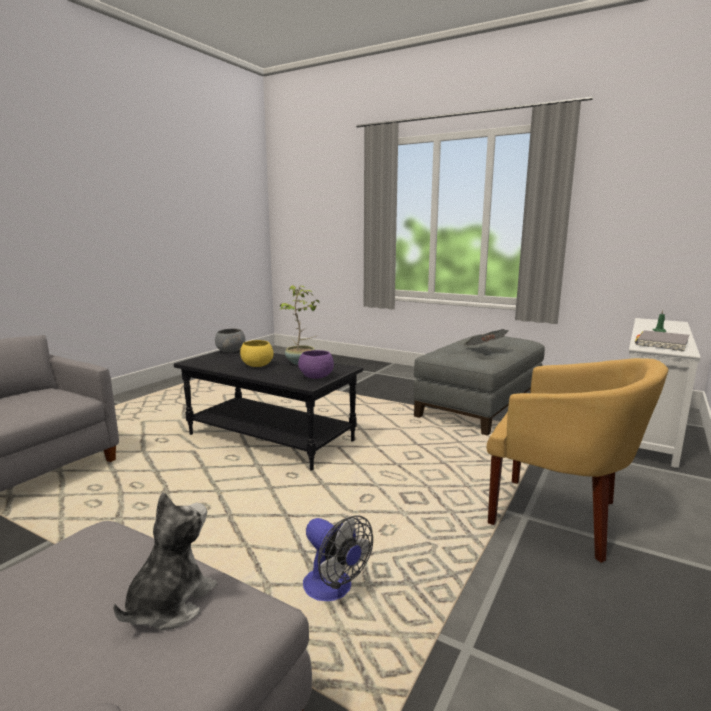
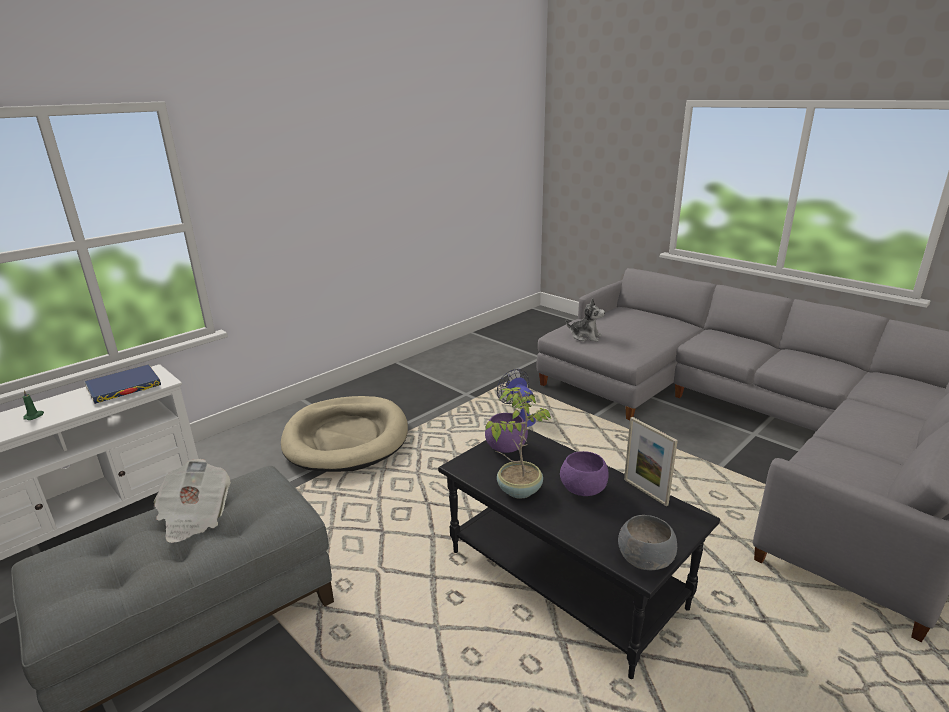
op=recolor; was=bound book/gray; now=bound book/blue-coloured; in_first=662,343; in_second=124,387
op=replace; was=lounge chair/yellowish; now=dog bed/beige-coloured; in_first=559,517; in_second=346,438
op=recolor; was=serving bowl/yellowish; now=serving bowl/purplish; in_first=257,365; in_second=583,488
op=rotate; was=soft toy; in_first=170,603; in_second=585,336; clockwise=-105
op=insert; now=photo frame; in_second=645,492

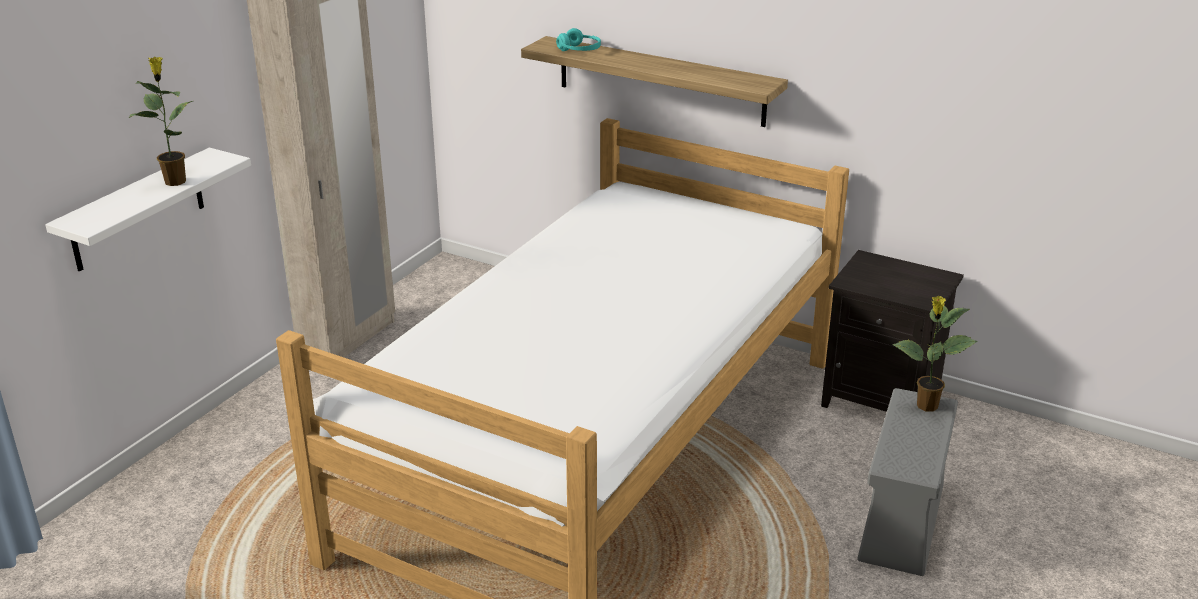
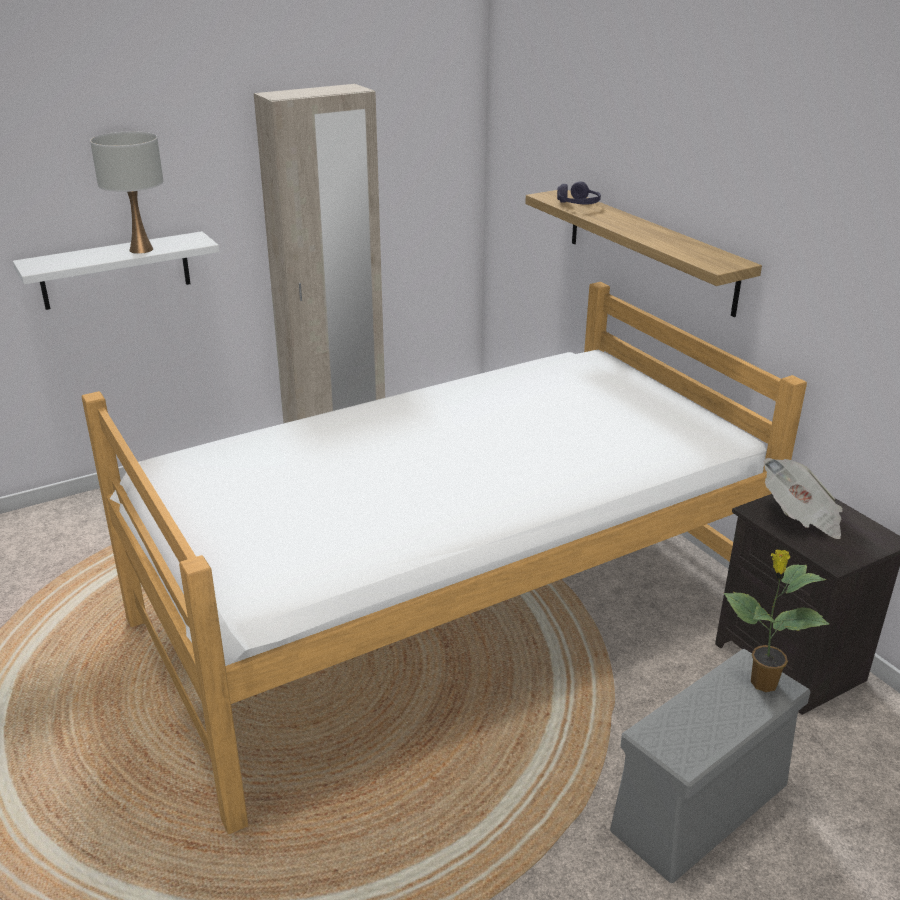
op=replace; was=plant in a pot; now=tabletop lamp/whitish; in_first=175,181; in_second=141,250
op=recolor; was=pair of headphones/turquoise; now=pair of headphones/purplish; in_first=579,50; in_second=578,204
op=insert; now=daily paper; in_second=800,517

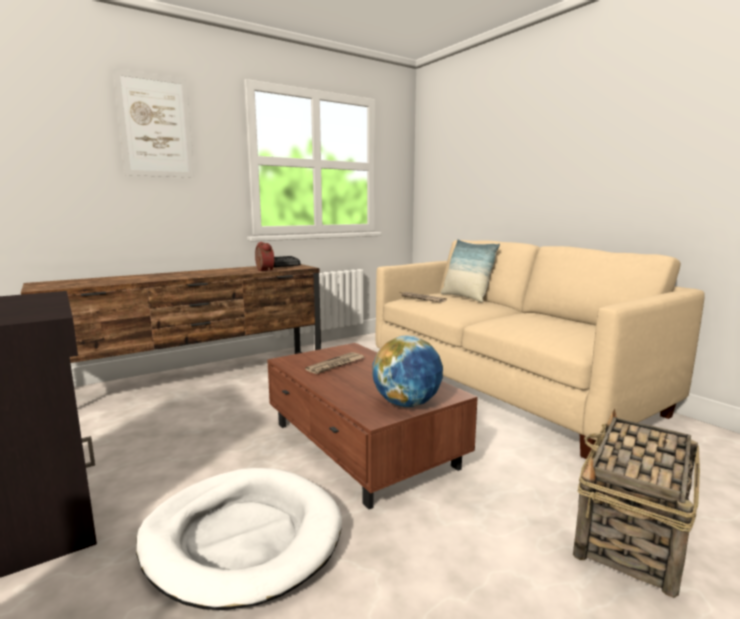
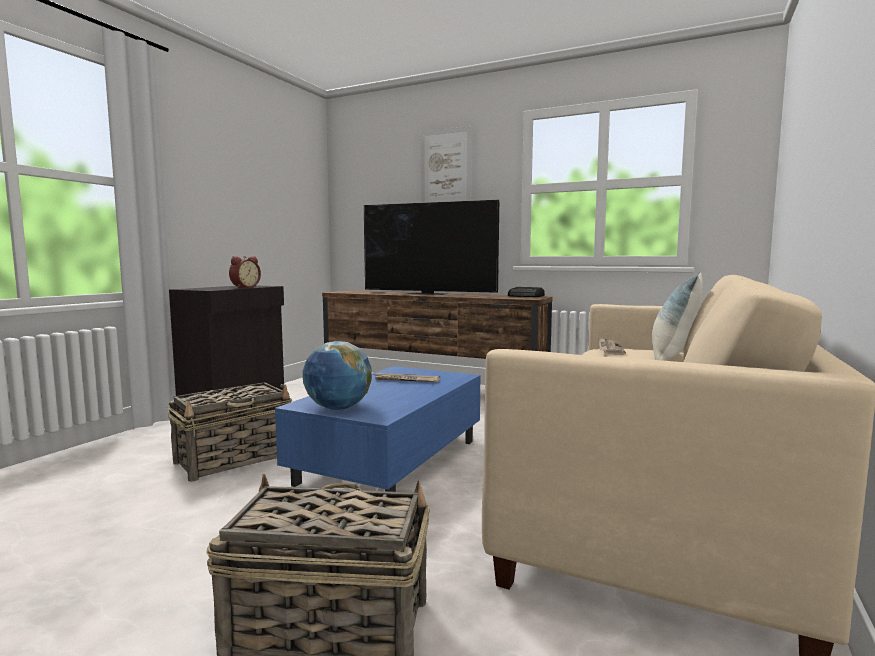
op=replace; was=dog bed/whitish; now=basket; in_first=242,538; in_second=235,459
op=move; was=alarm clock; in_first=263,270; in_second=244,287
op=recolor; was=lounge table/brownish; now=lounge table/blue-coloured; in_first=362,446; in_second=390,462
op=insert; now=TV; in_second=428,293

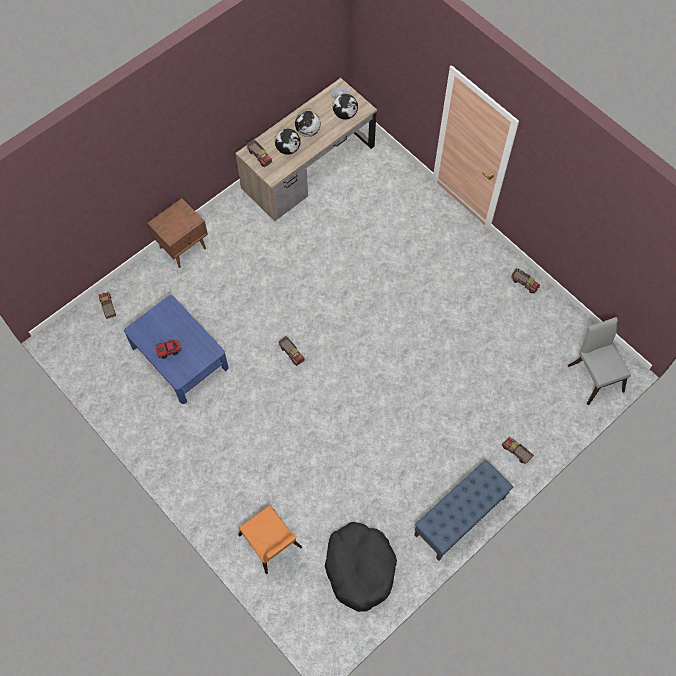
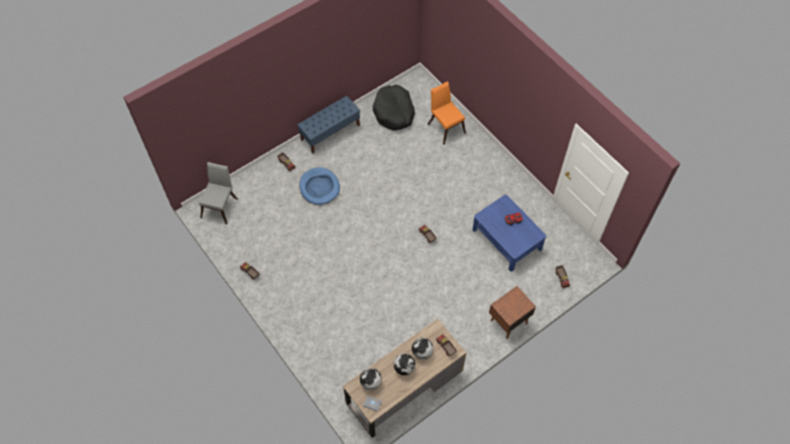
op=rotate; was=upright chair/gray; in_first=594,374; in_second=220,206; clockwise=-150
op=insert; now=dog bed/blue-coloured; in_second=319,187

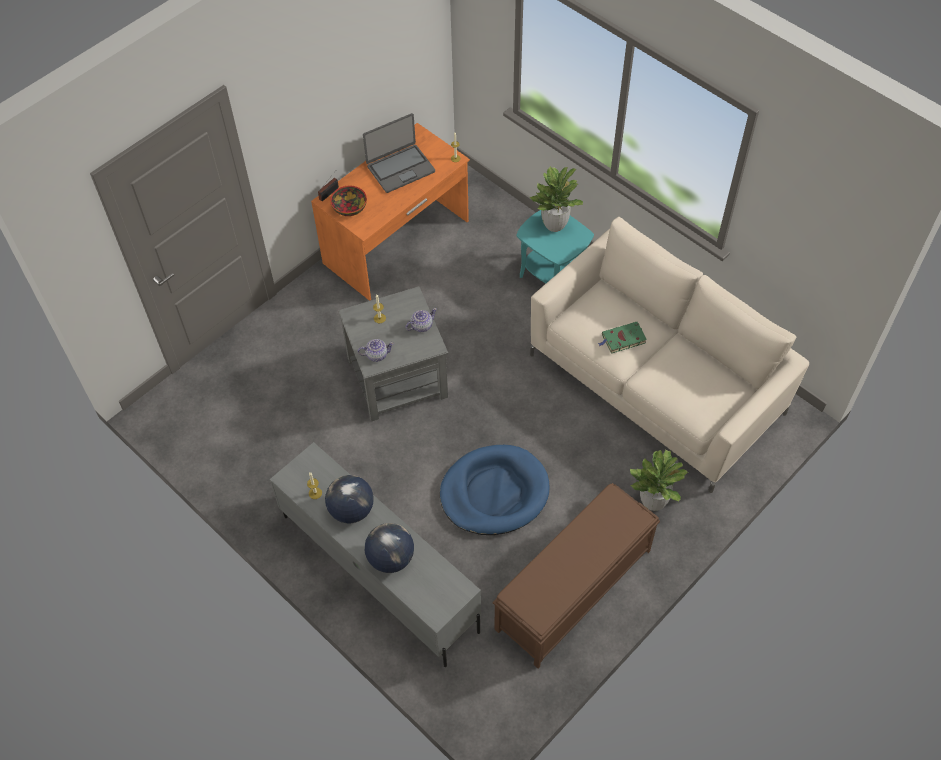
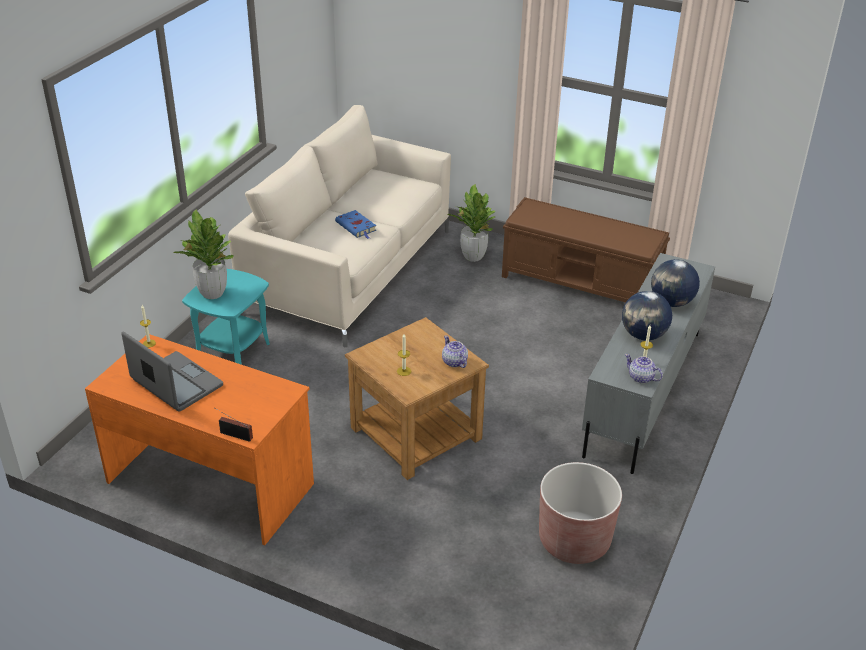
op=recolor; was=bound book/green-coloured; now=bound book/blue-coloured; in_first=622,339; in_second=356,227
op=recolor; was=accent table/gray; now=accent table/brownish; in_first=397,377; in_second=415,433
op=insert; now=planter/brownish; in_second=574,540
op=move; was=tea pot; in_first=421,326; in_second=641,378
op=delete; was=serving bowl; in_first=349,208
op=delete; was=dog bed/blue-coloured; in_first=494,492

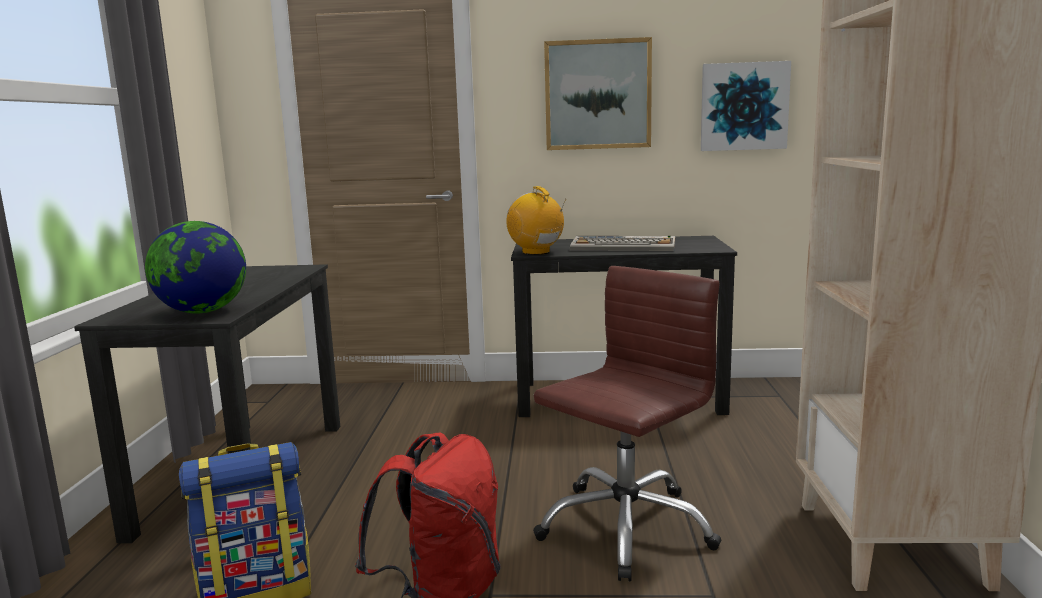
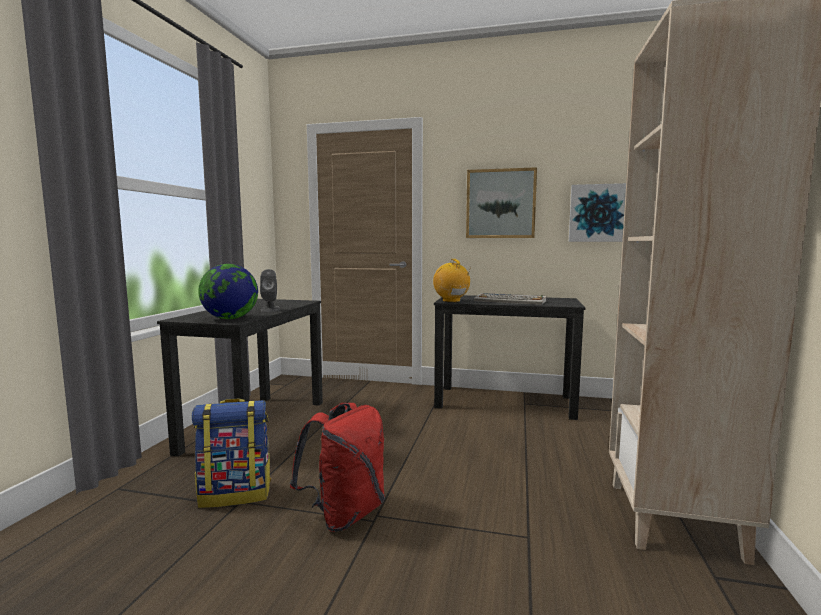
op=insert; now=speaker/gray; in_second=270,309
op=delete; was=computer chair/brownish; in_first=625,527

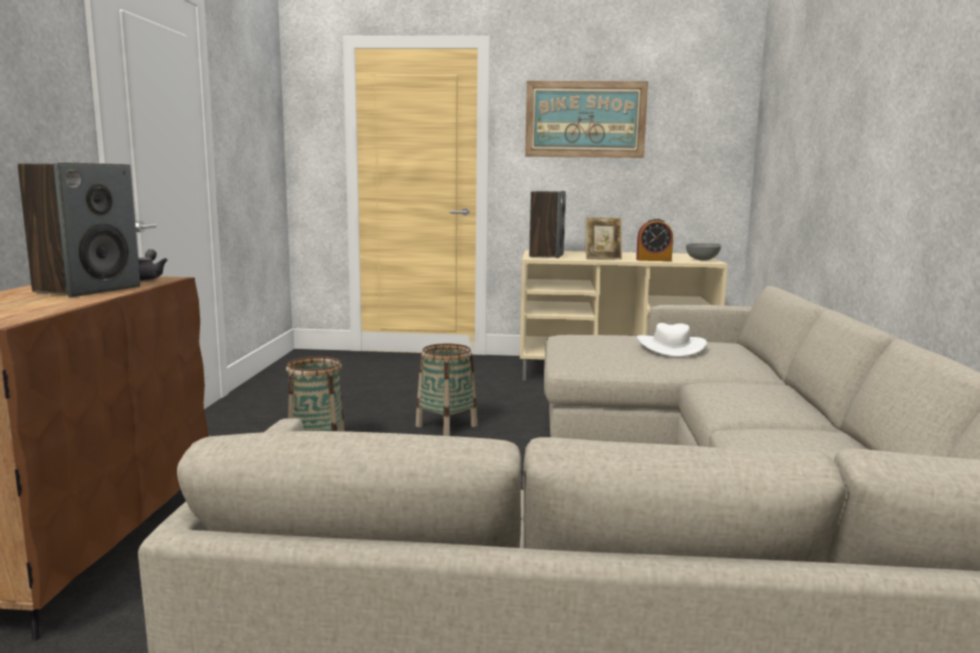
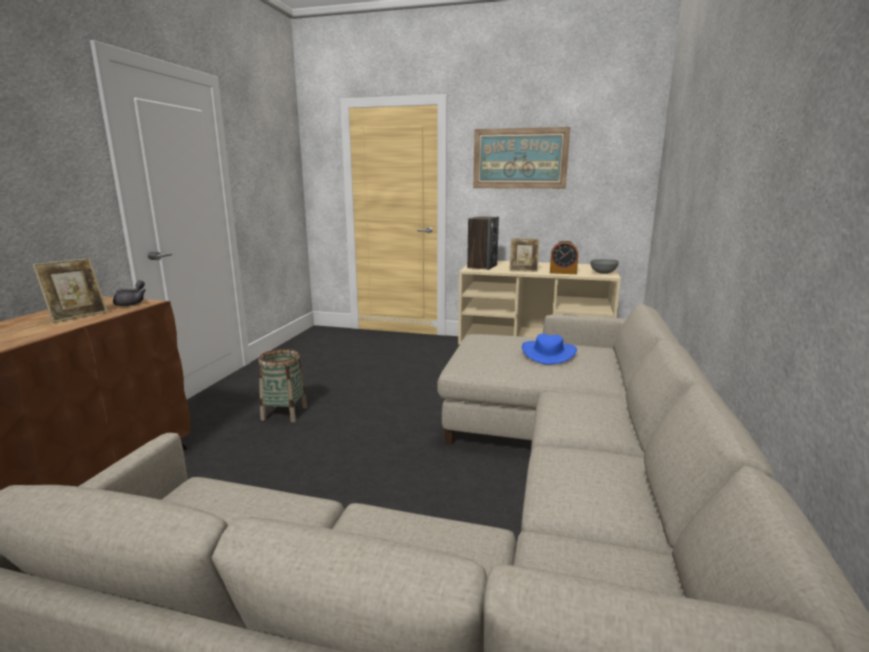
op=replace; was=speaker; now=photo frame; in_first=88,289; in_second=77,316
op=recolor; was=clothing hat/whitish; now=clothing hat/blue-coloured; in_first=671,347; in_second=548,353
op=delete; was=basket; in_first=446,426

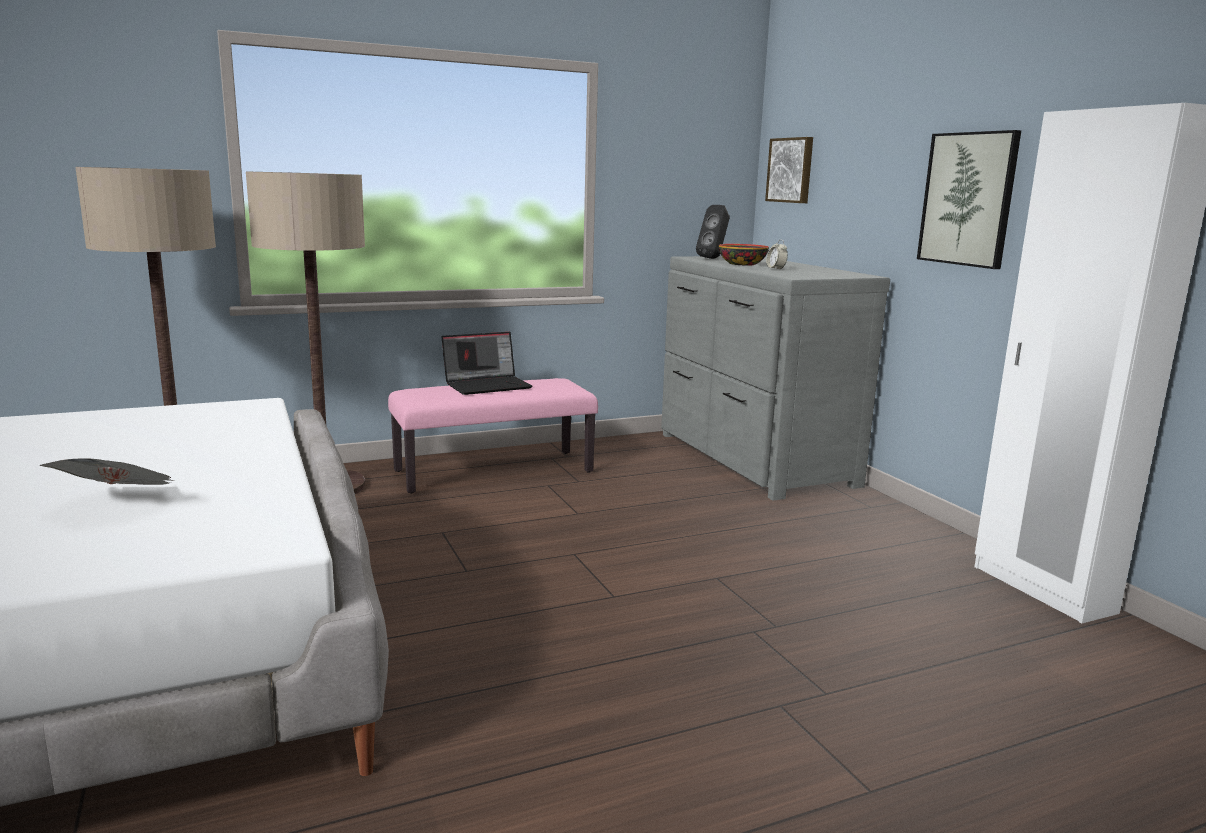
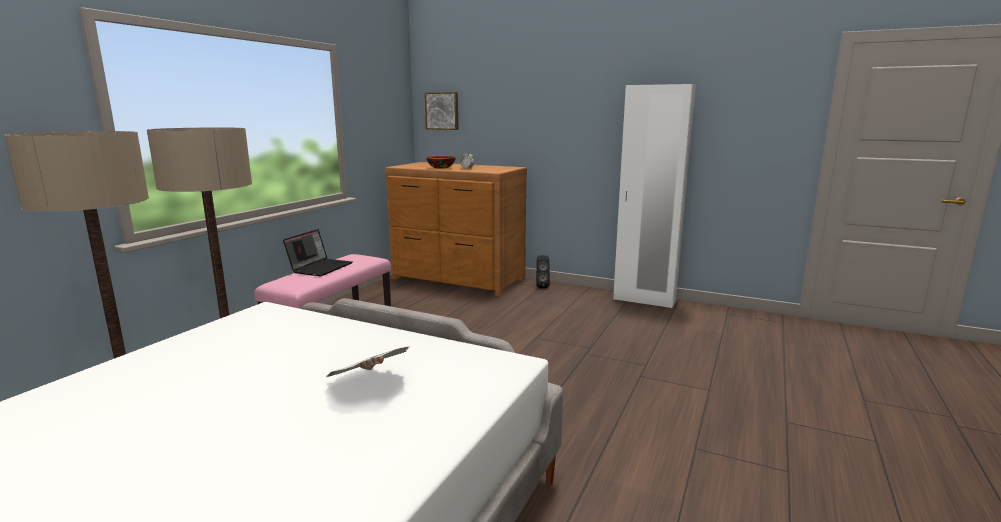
op=recolor; was=drawer chest/gray; now=drawer chest/brownish; in_first=752,459; in_second=457,279
op=move; was=speaker/black; in_first=713,258; in_second=542,286
op=delete; was=wall art; in_first=968,199

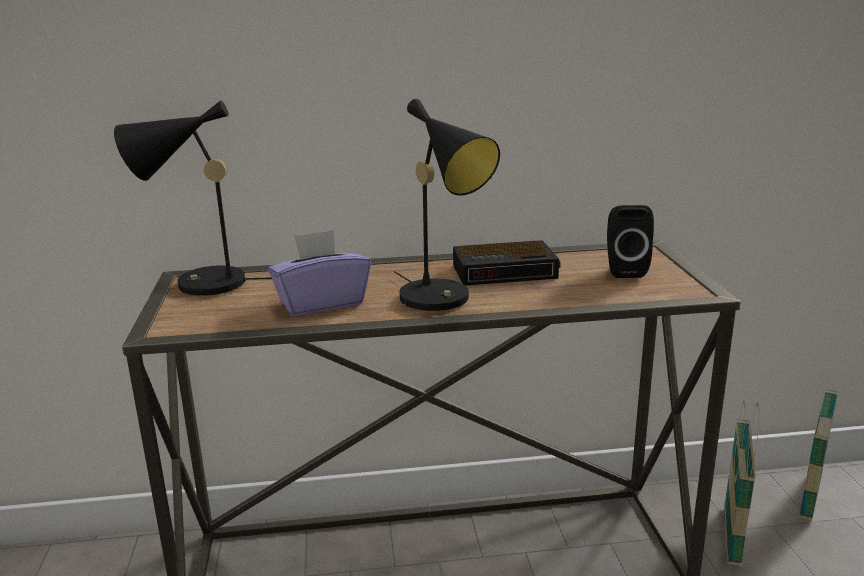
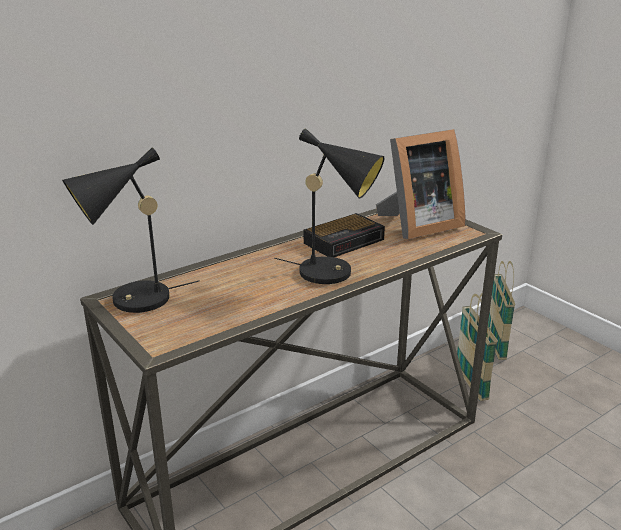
op=replace; was=speaker/black; now=photo frame; in_first=624,270; in_second=417,225
op=delete; was=tissue box/purplish; in_first=321,303

